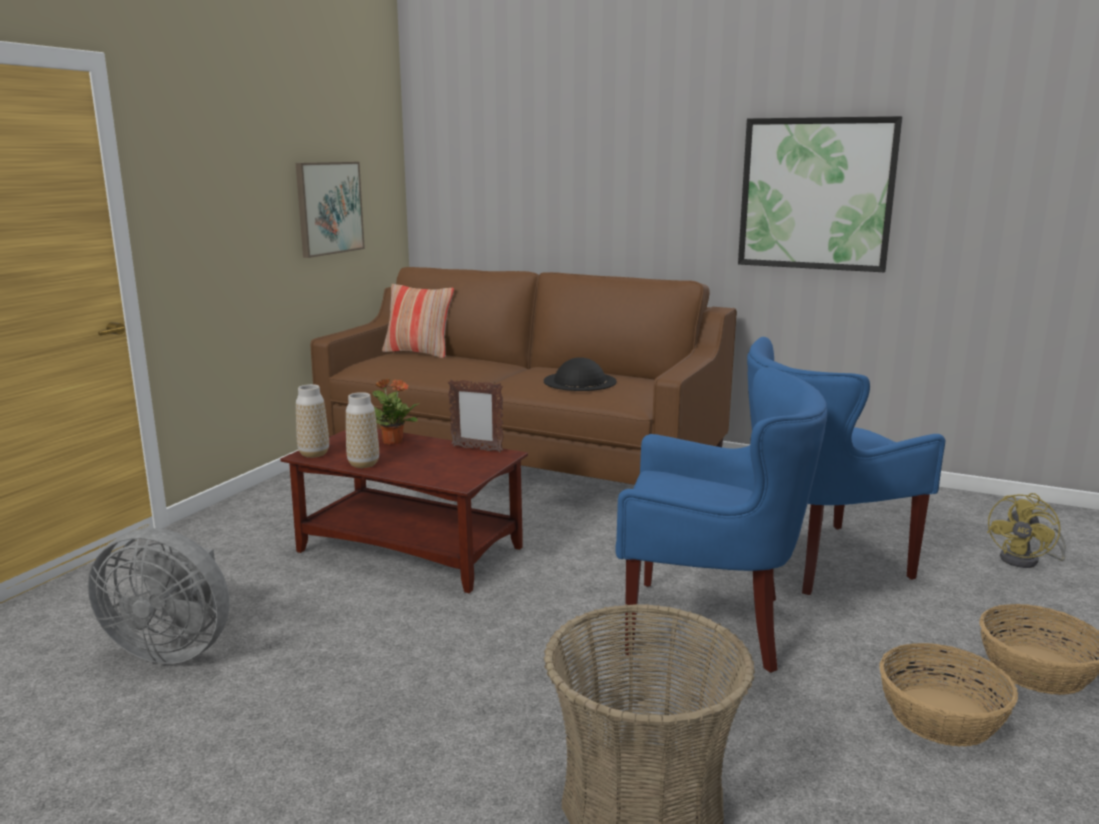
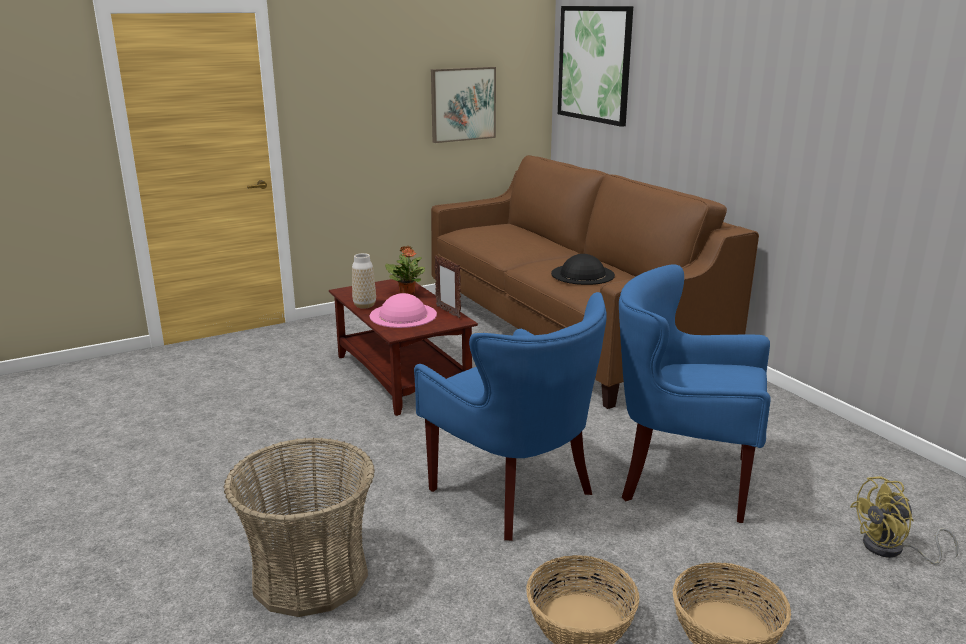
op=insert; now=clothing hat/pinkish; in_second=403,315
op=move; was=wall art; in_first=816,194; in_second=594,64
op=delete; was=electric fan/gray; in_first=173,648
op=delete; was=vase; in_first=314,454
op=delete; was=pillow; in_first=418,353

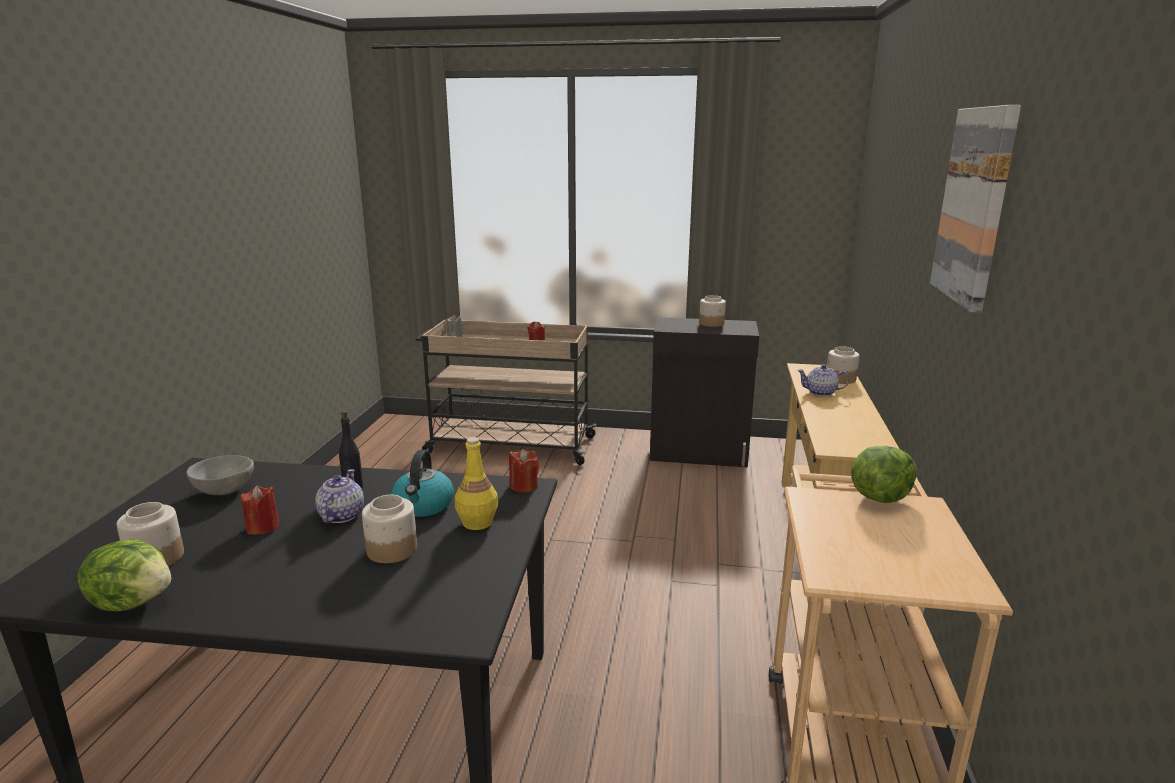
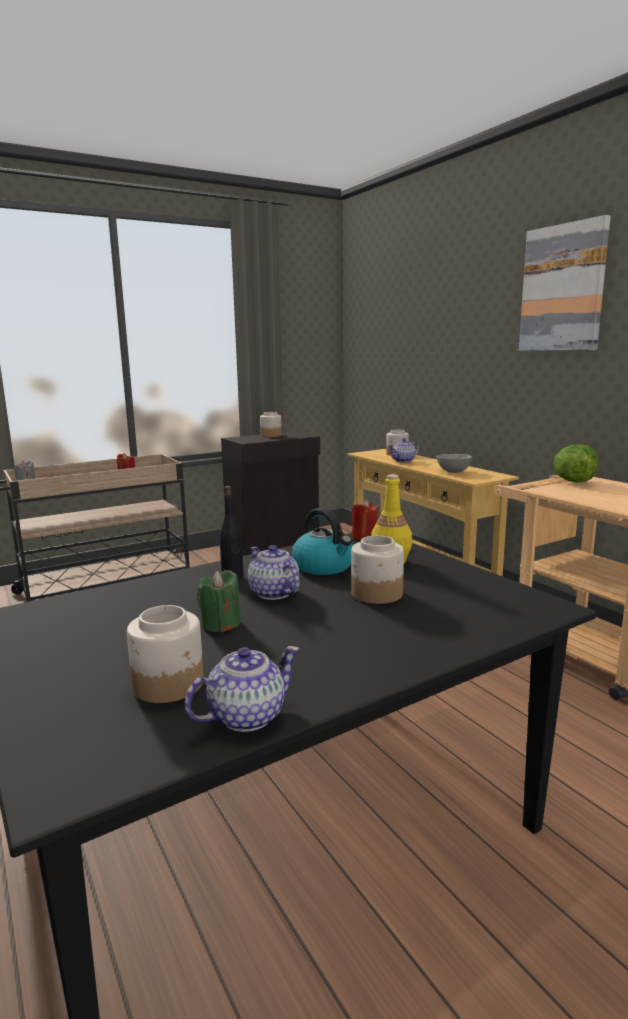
op=replace; was=lettuce; now=tea pot; in_first=134,601; in_second=245,716
op=recolor; was=wax light/red-coloured; now=wax light/green-coloured; in_first=263,527; in_second=221,624
op=move; was=serving bowl/gray; in_first=224,490; in_second=452,472

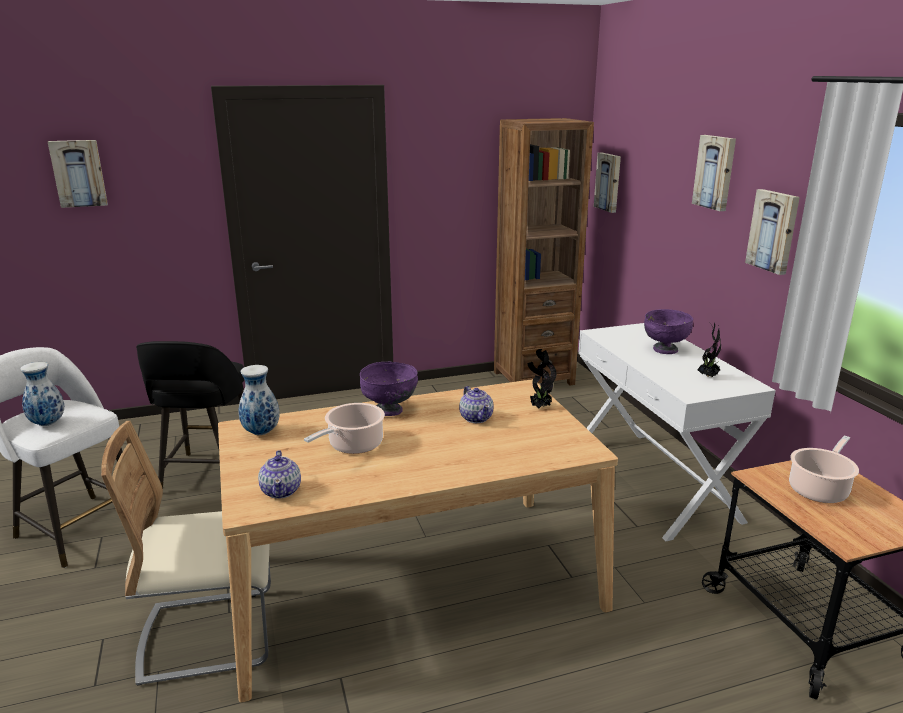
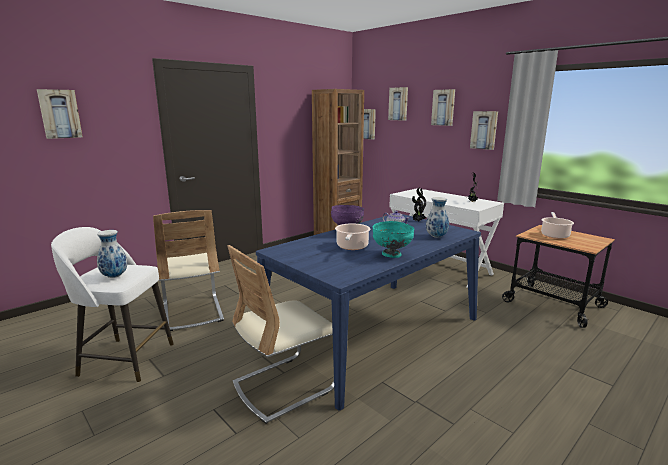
op=replace; was=sitting stool/black; now=upright chair/beige-coloured; in_first=208,475; in_second=192,312
op=recolor; was=dinner table/beige-coloured; now=dinner table/blue-coloured; in_first=412,583; in_second=373,332
op=insert; now=serving bowl/turquoise; in_second=391,255
op=insert; now=wall art; in_second=398,104
op=move; was=vase; in_first=260,433; in_second=436,237
op=delete; was=tea pot; in_first=281,490
op=delete; was=serving bowl/purplish; in_first=664,350

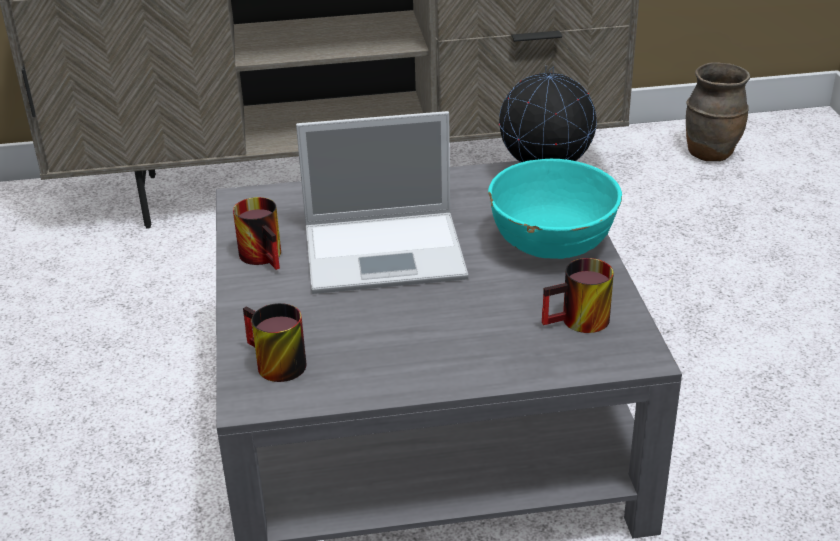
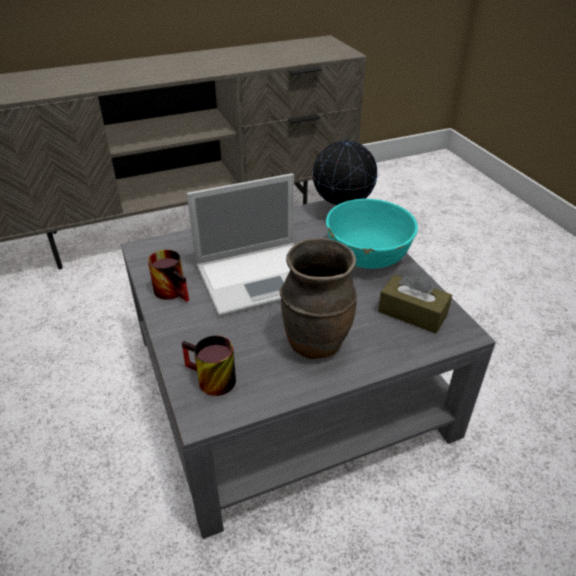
op=move; was=vase/brownish; in_first=710,154; in_second=316,342
op=replace; was=tea mug; now=tissue box/brownish; in_first=579,323; in_second=412,313

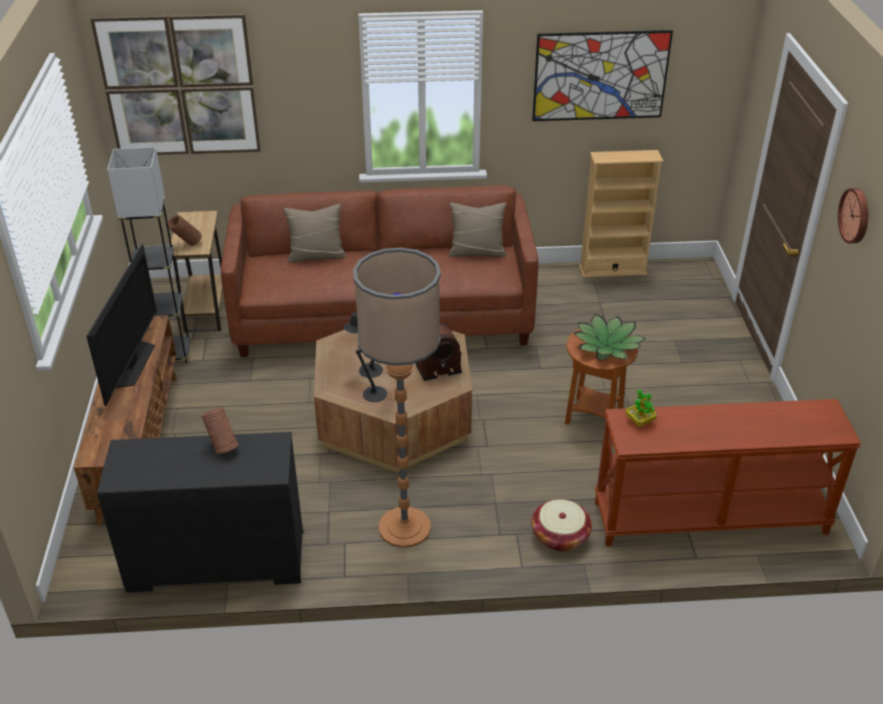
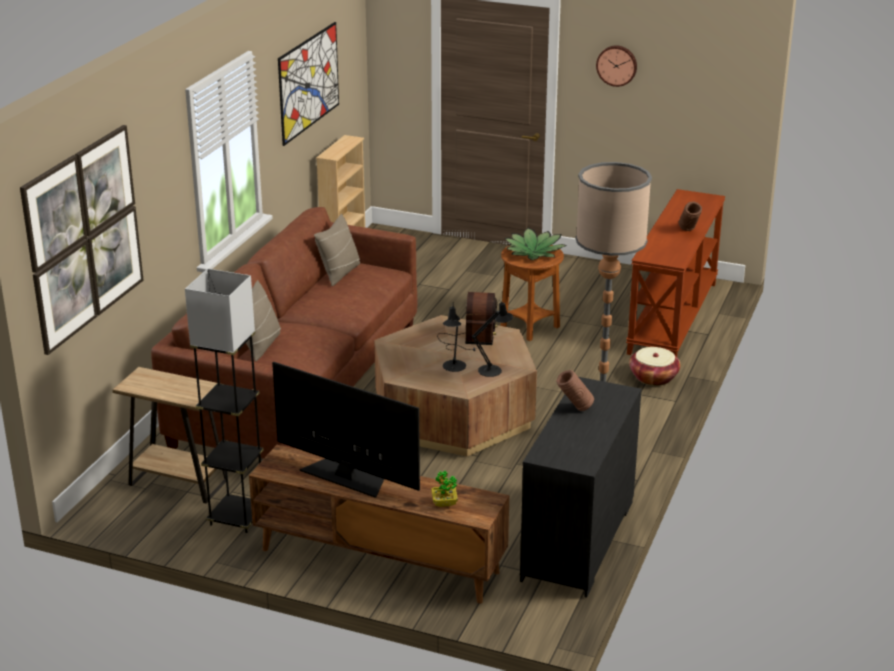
op=move; was=plant in a pot; in_first=639,421; in_second=444,503
op=move; was=vase/brownish; in_first=187,245; in_second=688,232

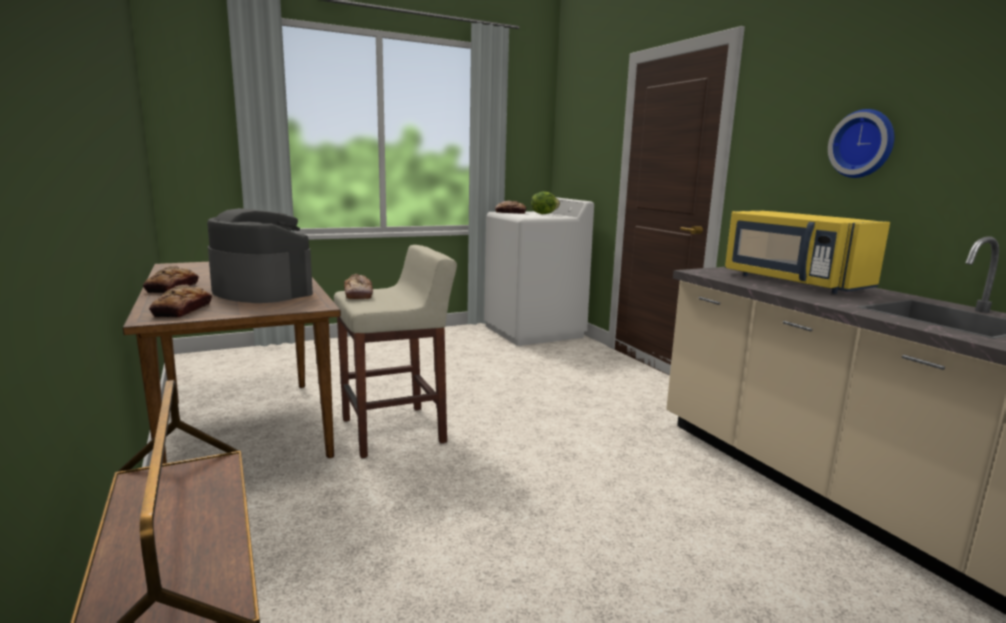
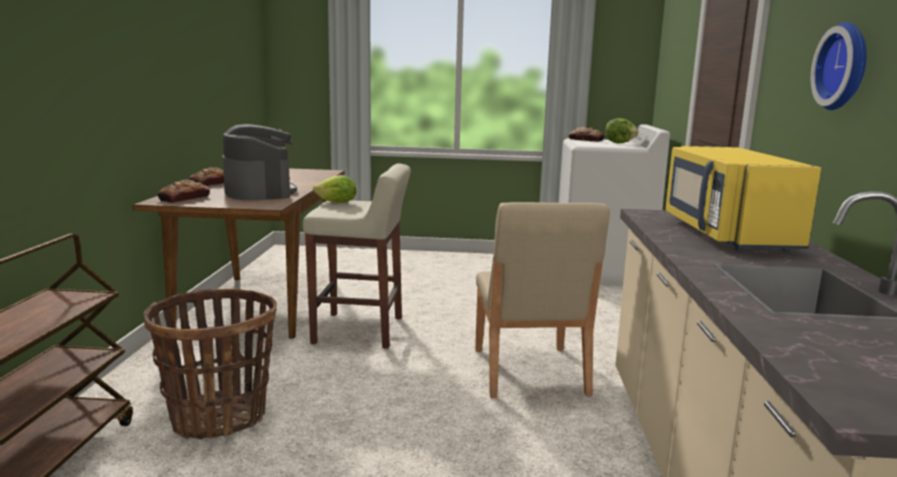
op=insert; now=basket; in_second=219,417
op=replace; was=bread; now=lettuce; in_first=358,294; in_second=337,203
op=insert; now=upright chair/beige-coloured; in_second=529,372

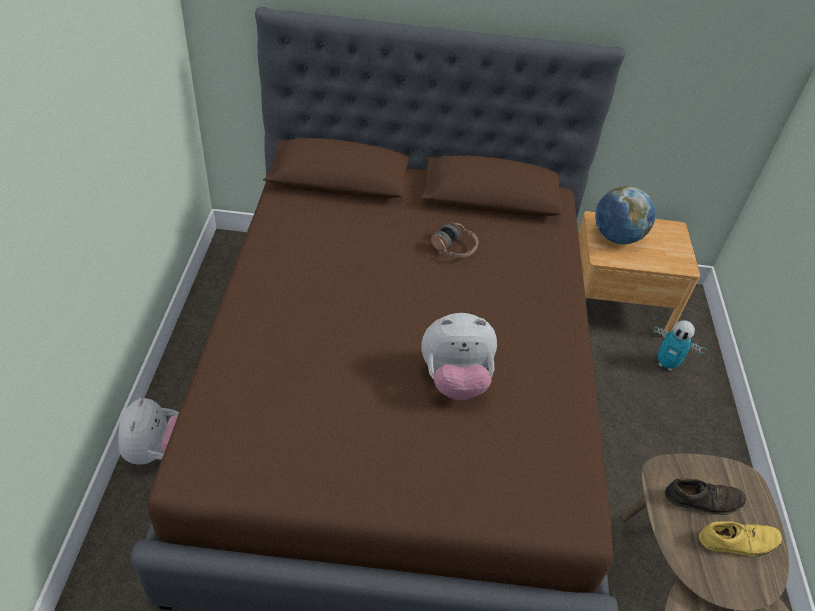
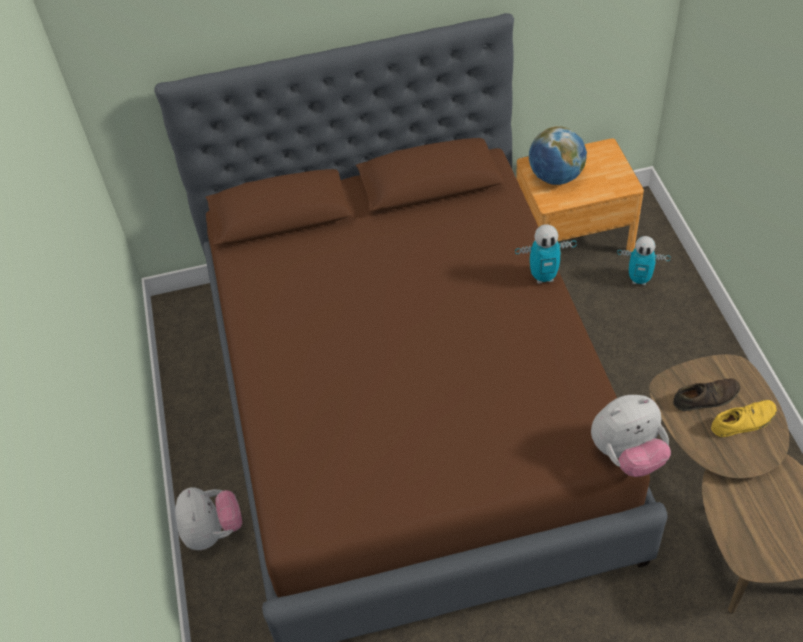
op=insert; now=model robot; in_second=543,277
op=move; was=soft toy; in_first=455,380; in_second=627,454
op=delete; was=pair of headphones; in_first=454,248

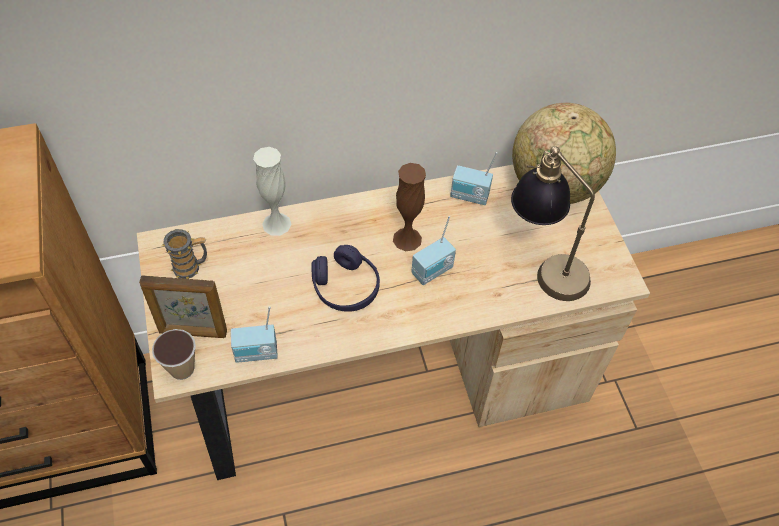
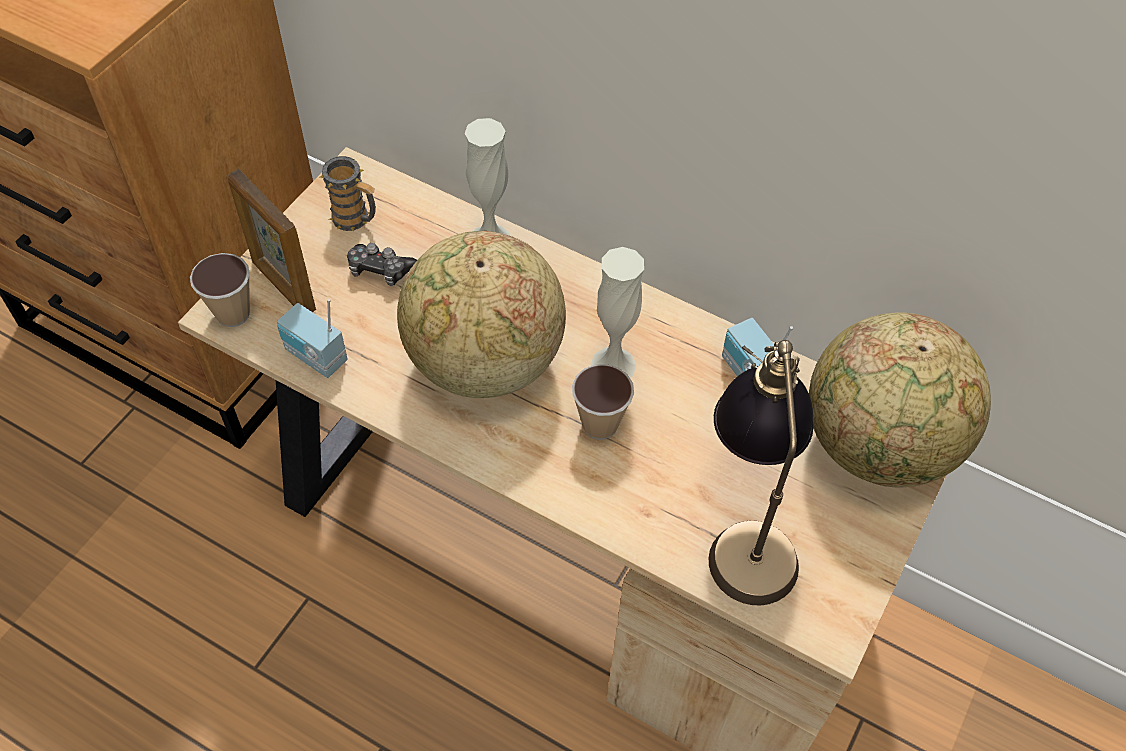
op=insert; now=game controller; in_second=380,270
op=replace; was=pair of headphones/purplish; now=globe; in_first=345,287; in_second=483,363
op=replace; was=radio receiver; now=small cup; in_first=433,272; in_second=600,425
op=recolor; was=vase/brownish; now=vase/whitish; in_first=407,239; in_second=613,365

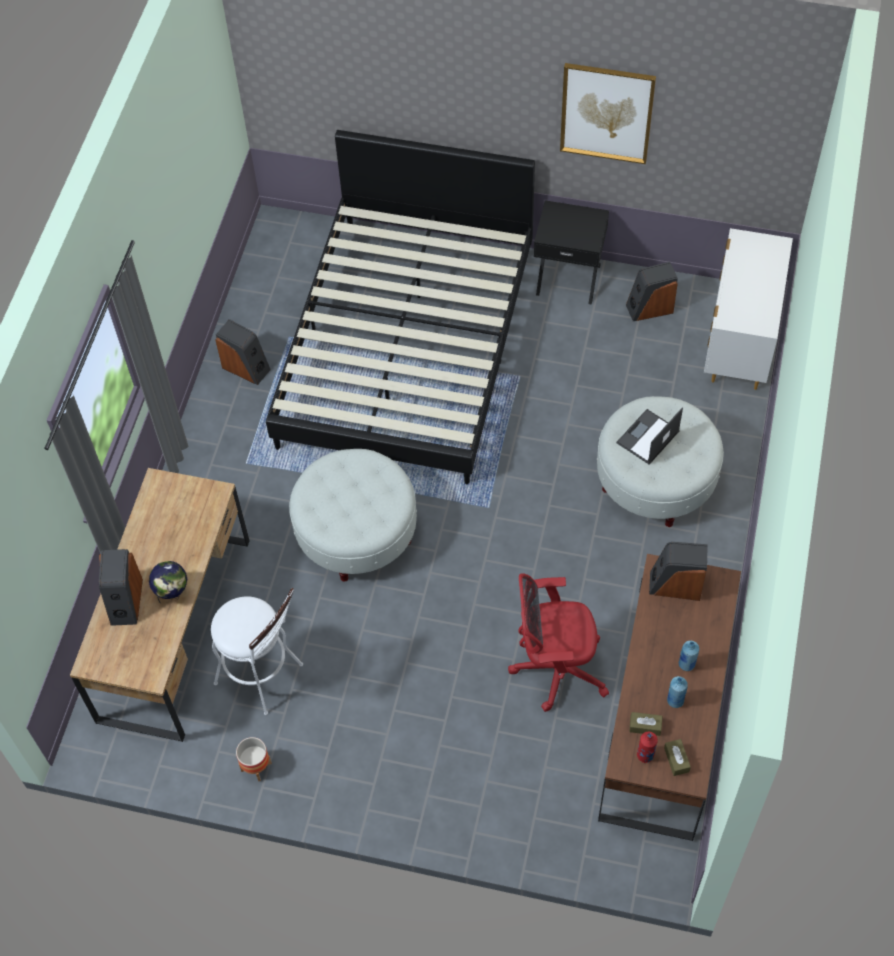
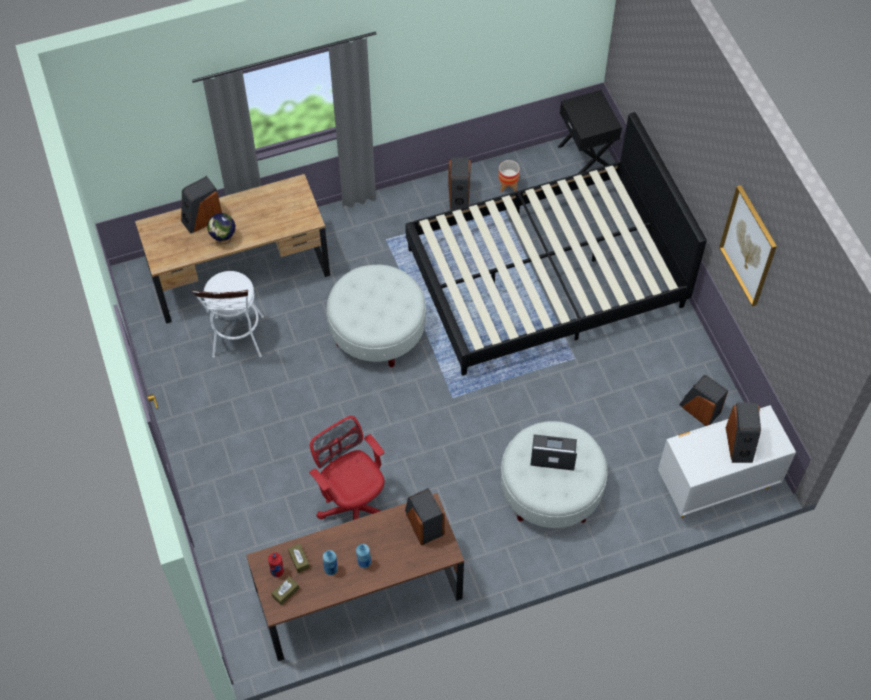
op=move; was=planter; in_first=256,767; in_second=508,186
op=move; was=night table/black; in_first=568,278; in_second=586,157
op=insert; now=speaker; in_second=740,444

